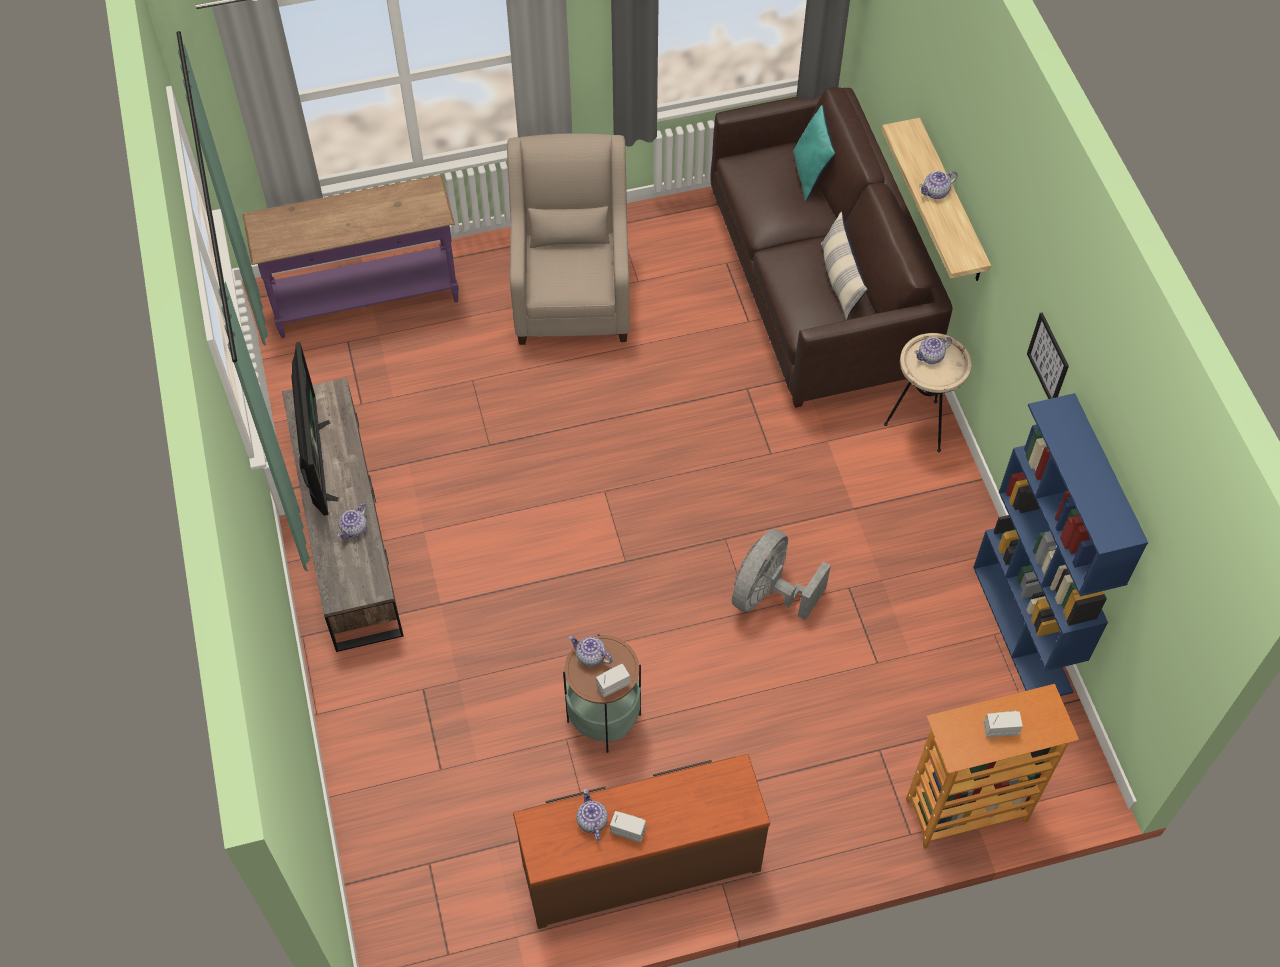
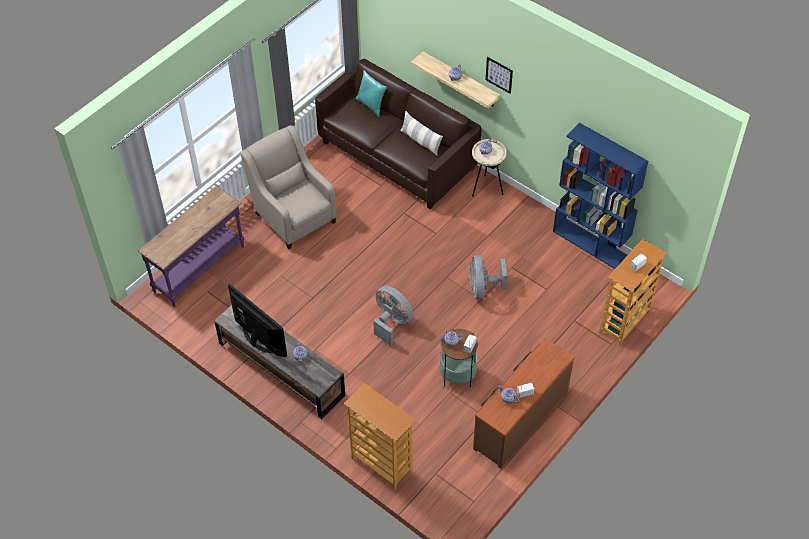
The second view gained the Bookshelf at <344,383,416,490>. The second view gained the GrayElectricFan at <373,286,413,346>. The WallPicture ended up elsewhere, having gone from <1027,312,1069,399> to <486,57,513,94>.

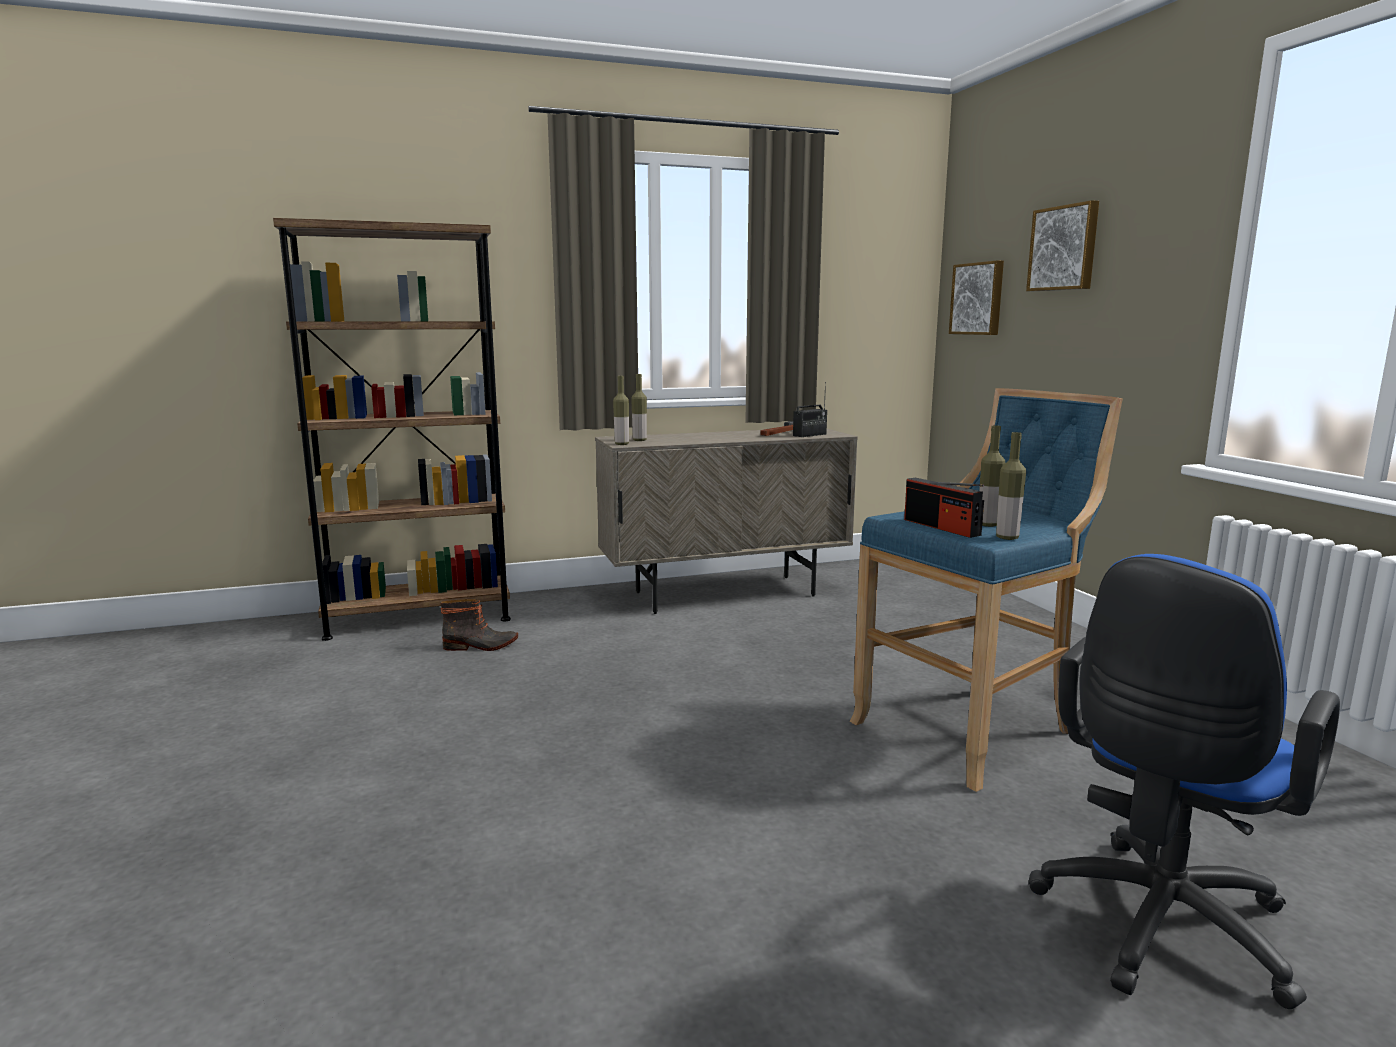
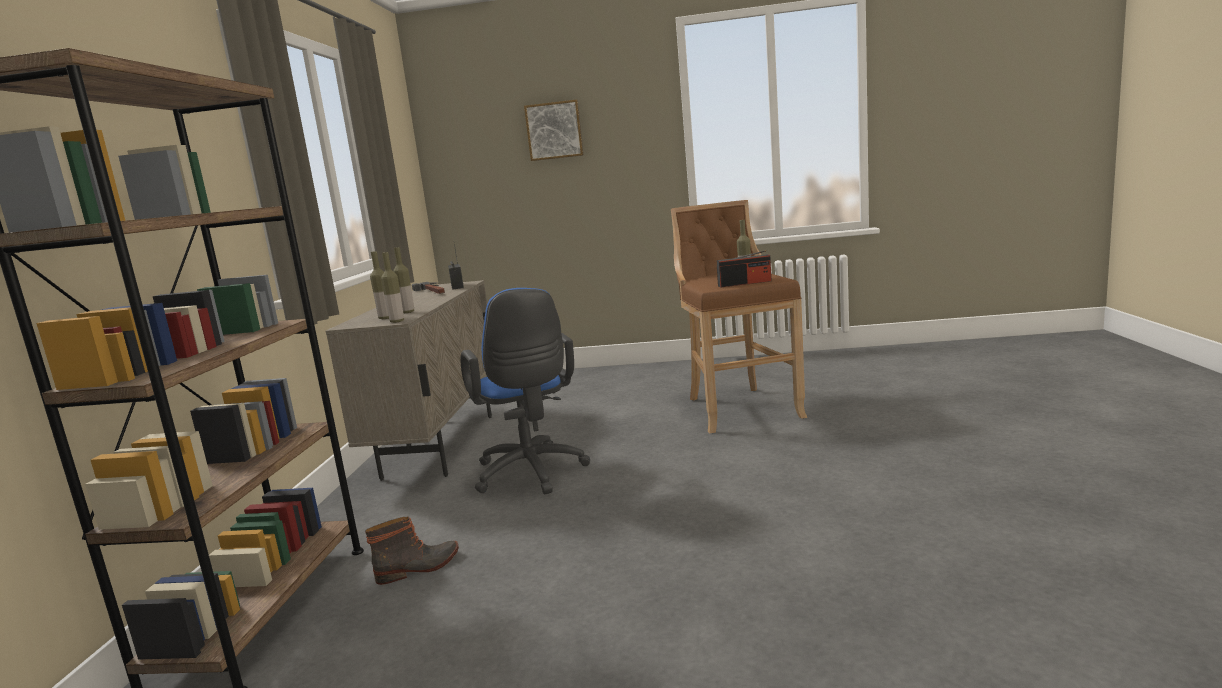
The HighTopBoot at <441,599,518,651> ended up facing another way, 45 degrees clockwise from before. The BeverageBottle ended up elsewhere, having gone from <996,432,1026,540> to <393,247,414,313>. The BlueColouredOfficeChair ended up elsewhere, having gone from <1028,554,1340,1009> to <460,288,590,494>. What was the BlueColouredStool at <850,388,1123,792> turned into the BrownStool at <671,200,807,434>. The second view lost the WallPicture at <949,260,1004,335>.

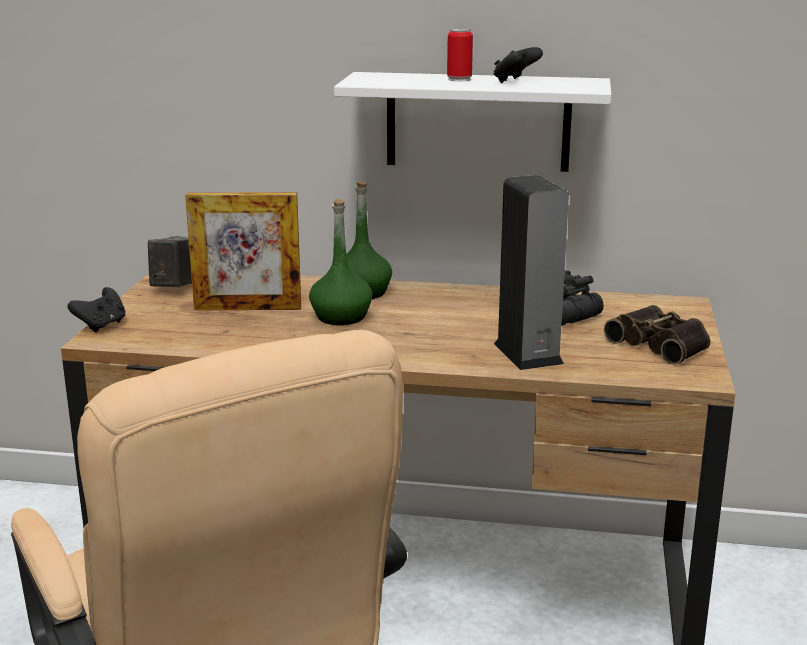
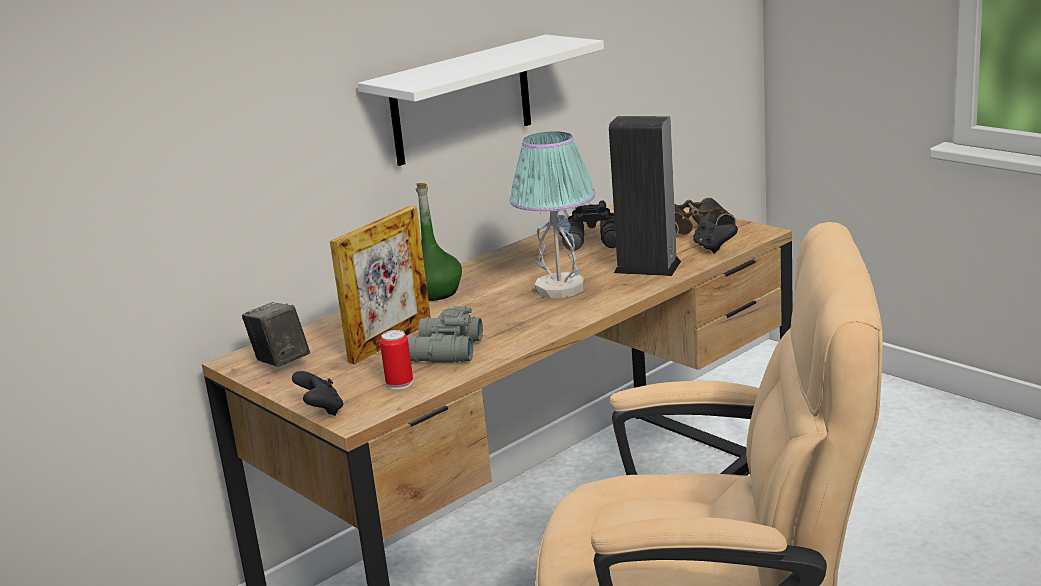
The Can ended up elsewhere, having gone from <447,28,473,81> to <380,330,413,390>. The second view gained the GrayPairOfBinoculars at <408,306,483,362>. The second view gained the TableLamp at <509,131,595,298>. The BlackColouredGameController ended up elsewhere, having gone from <494,47,543,83> to <693,214,738,254>. The second view lost the GreenColouredBeverageBottle at <309,199,372,325>.

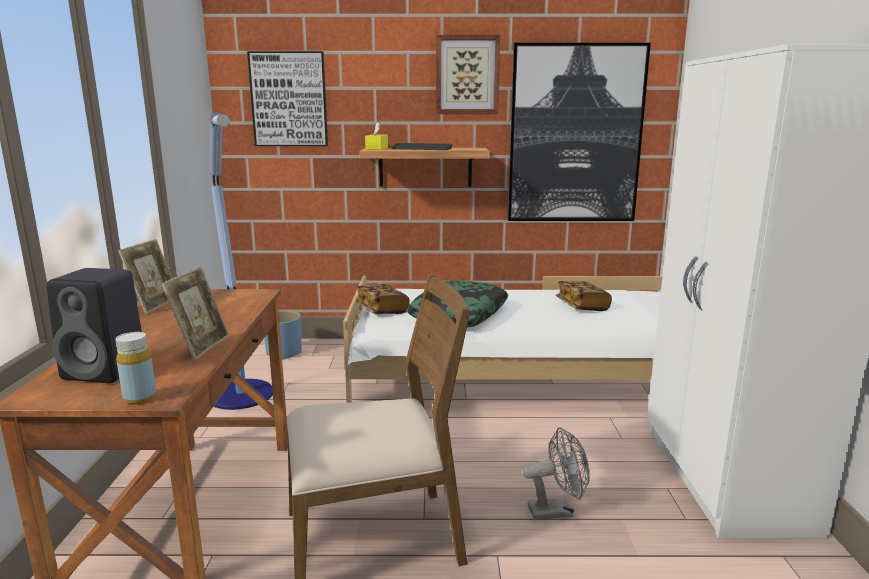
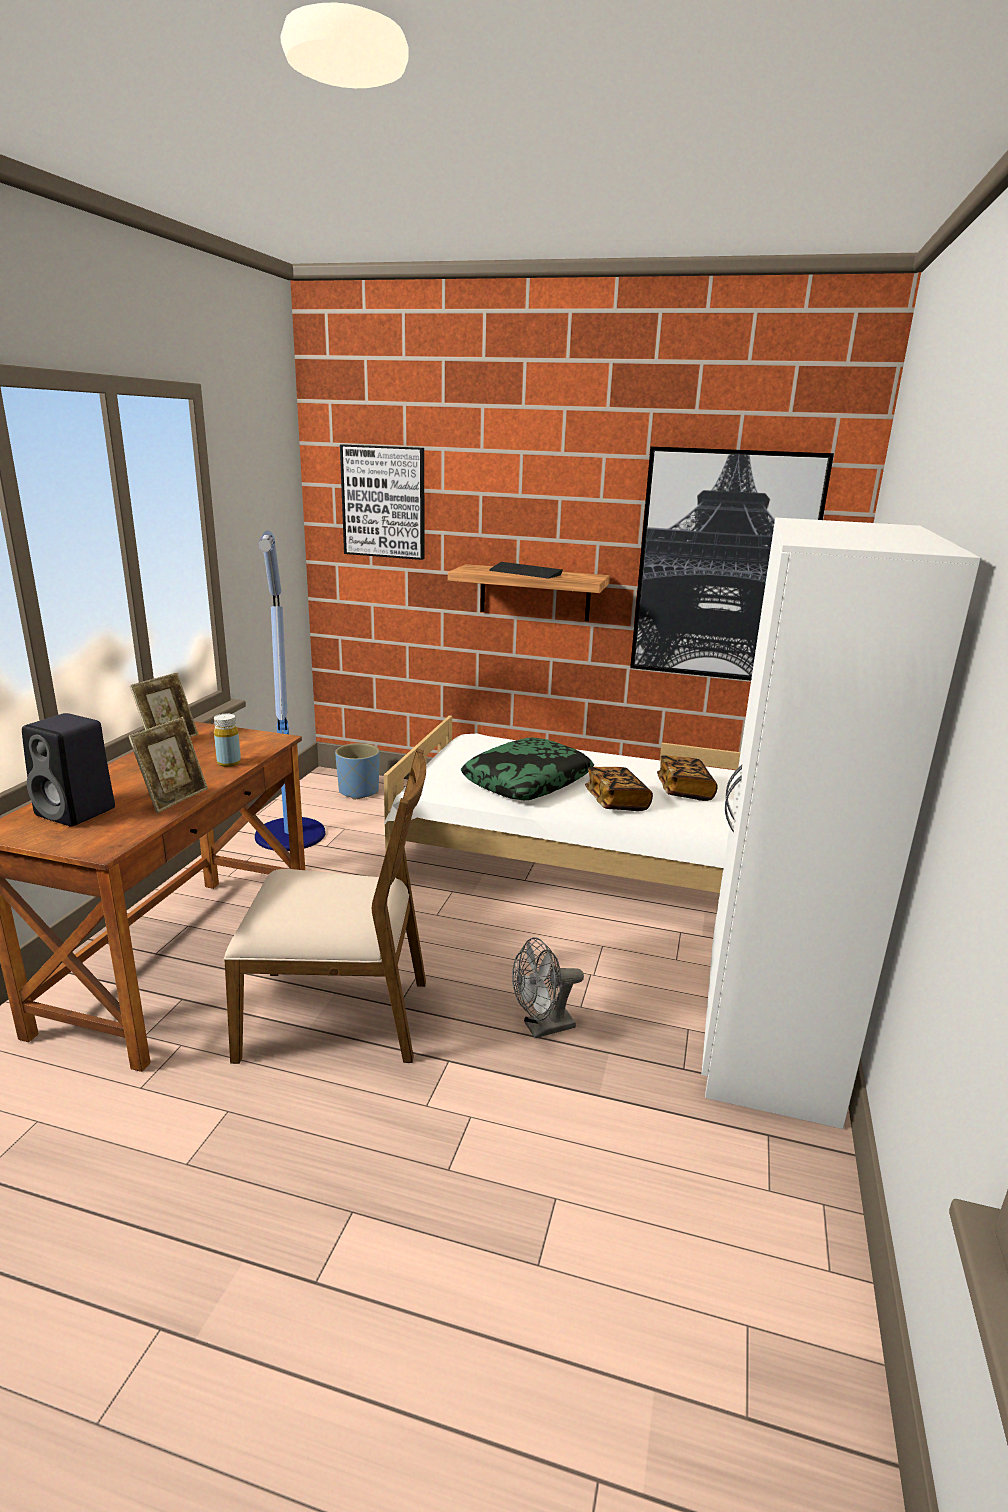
The YellowBeverageBottle ended up elsewhere, having gone from <115,332,156,404> to <214,714,241,767>. The GrayElectricFan at <523,427,590,520> ended up facing another way, 150 degrees clockwise from before. The Book ended up elsewhere, having gone from <356,284,410,314> to <585,767,653,811>. The second view lost the YellowBoxOfTissues at <365,122,388,150>. The second view lost the WallPicture at <436,35,500,114>.

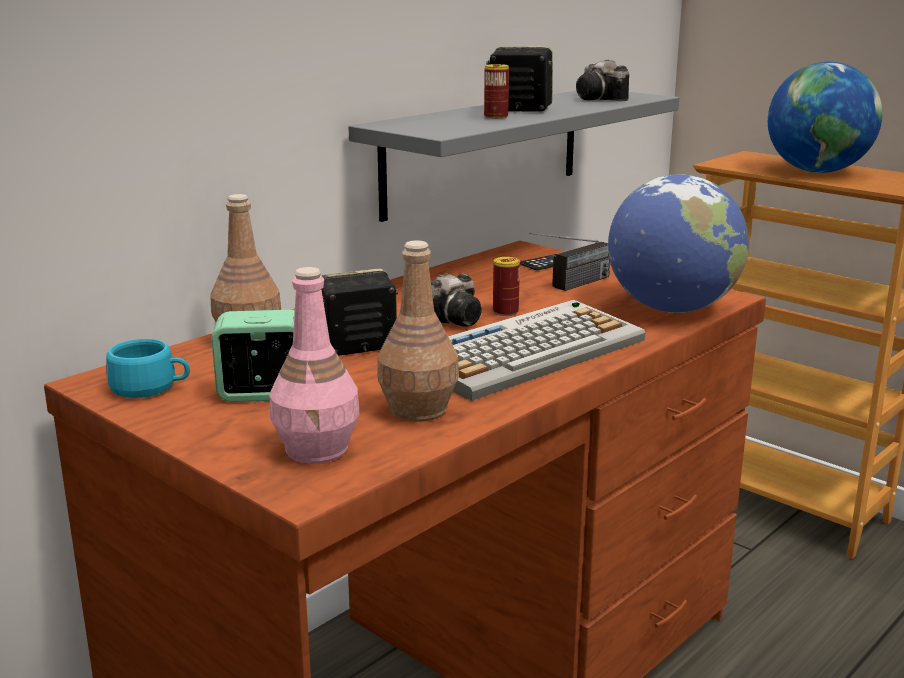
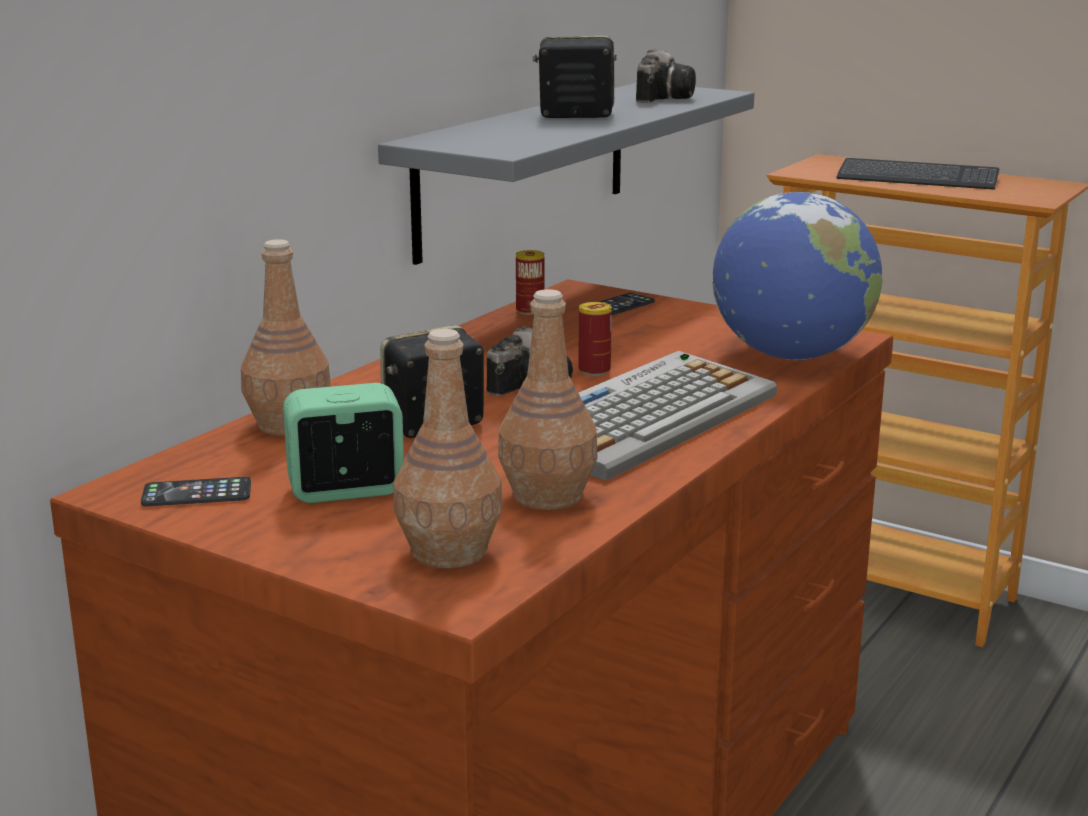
Where the BlueGreenCup stood at <106,339,190,398>, the Telephone came to stand at <141,477,251,506>. What was the PinkColouredBeverageBottle at <270,267,359,464> turned into the BrownBeverageBottle at <393,329,503,569>. The Can ended up elsewhere, having gone from <484,64,509,119> to <516,250,545,315>. The PhotoCamera at <576,60,629,101> ended up facing another way, 120 degrees counterclockwise from before. Where the WorldGlobe stood at <768,62,883,173>, the Keyboard came to stand at <837,158,999,190>. The second view lost the RadioReceiver at <529,233,610,291>.

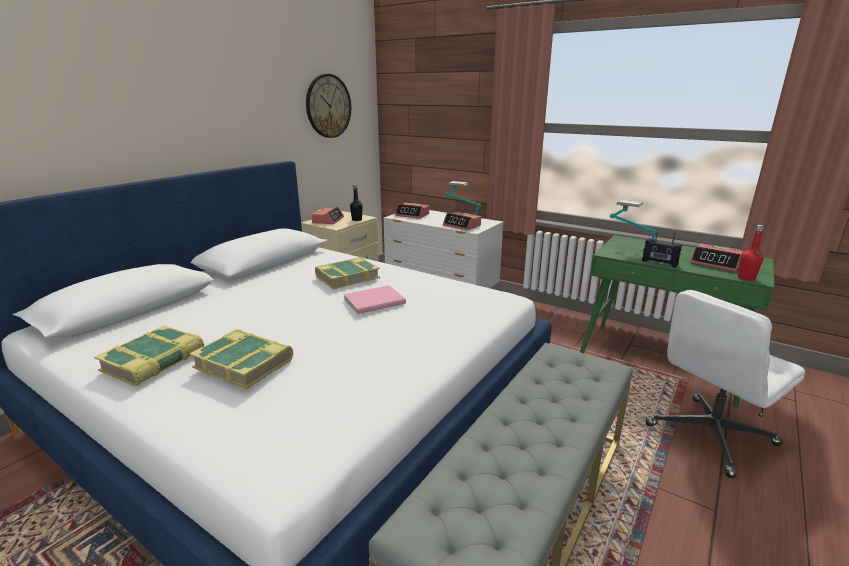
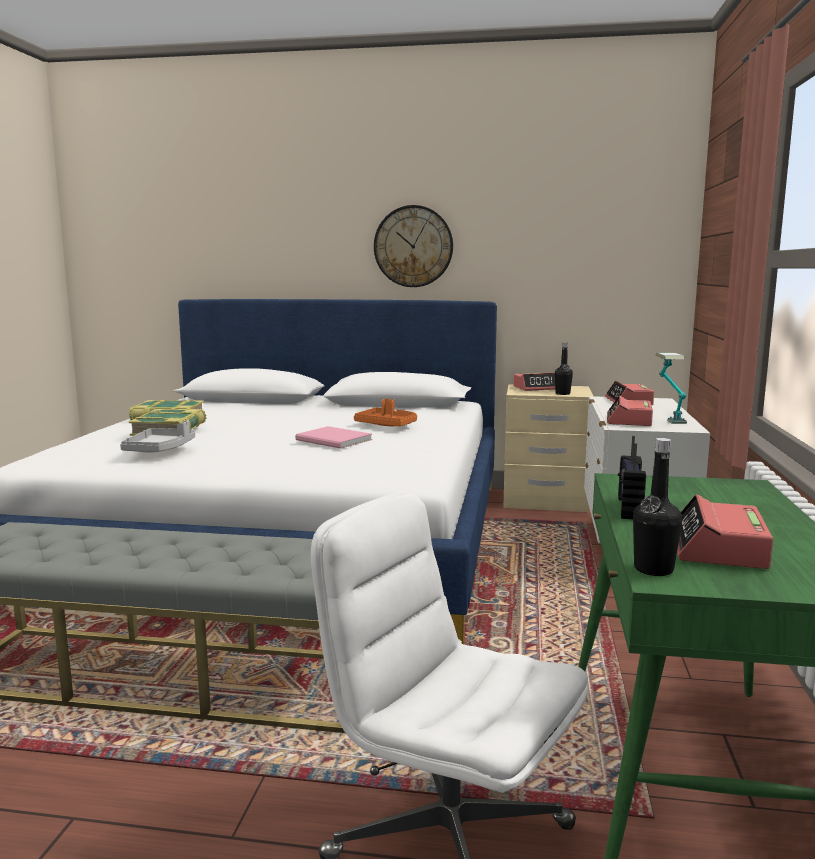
The second view gained the GrayServingTray at <120,420,195,453>. Where the Book stood at <315,257,380,289>, the OrangeServingTray came to stand at <354,399,417,426>. The ClockOnTheWall ended up elsewhere, having gone from <306,74,351,138> to <374,205,453,287>. What was the RedColouredBeverageBottle at <738,225,764,281> turned into the BlackColouredBeverageBottle at <633,438,682,576>. The second view lost the TableLamp at <610,200,660,252>.

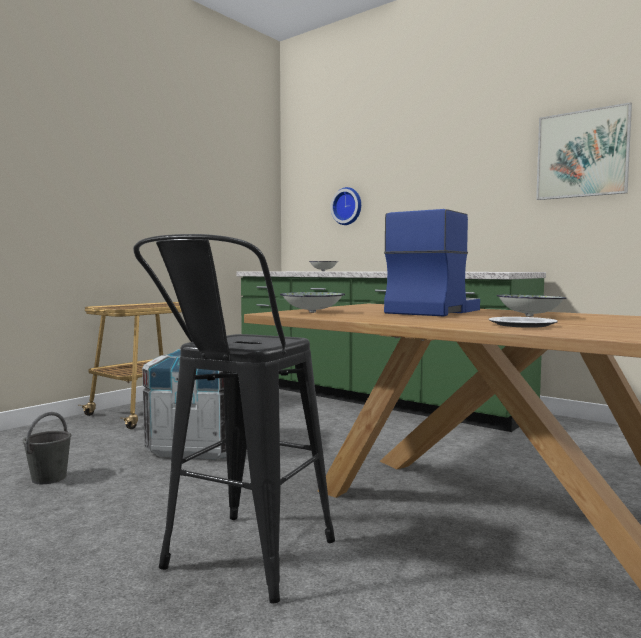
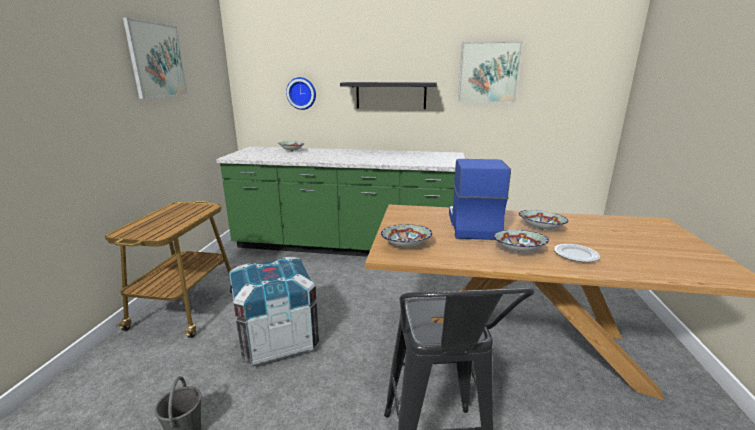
The second view gained the WallPicture at <123,17,188,99>. The second view gained the BlackColouredBracketShelf at <340,82,437,109>. The second view gained the Bowl at <493,230,549,252>.

